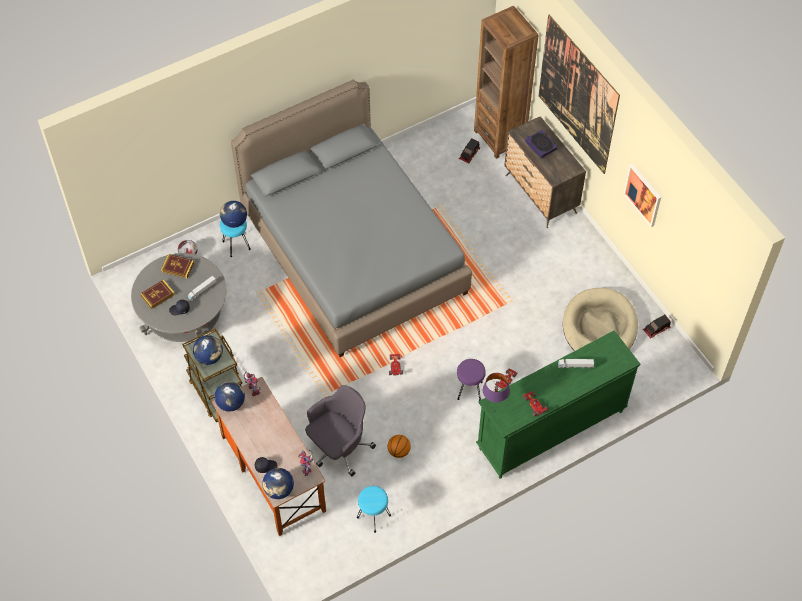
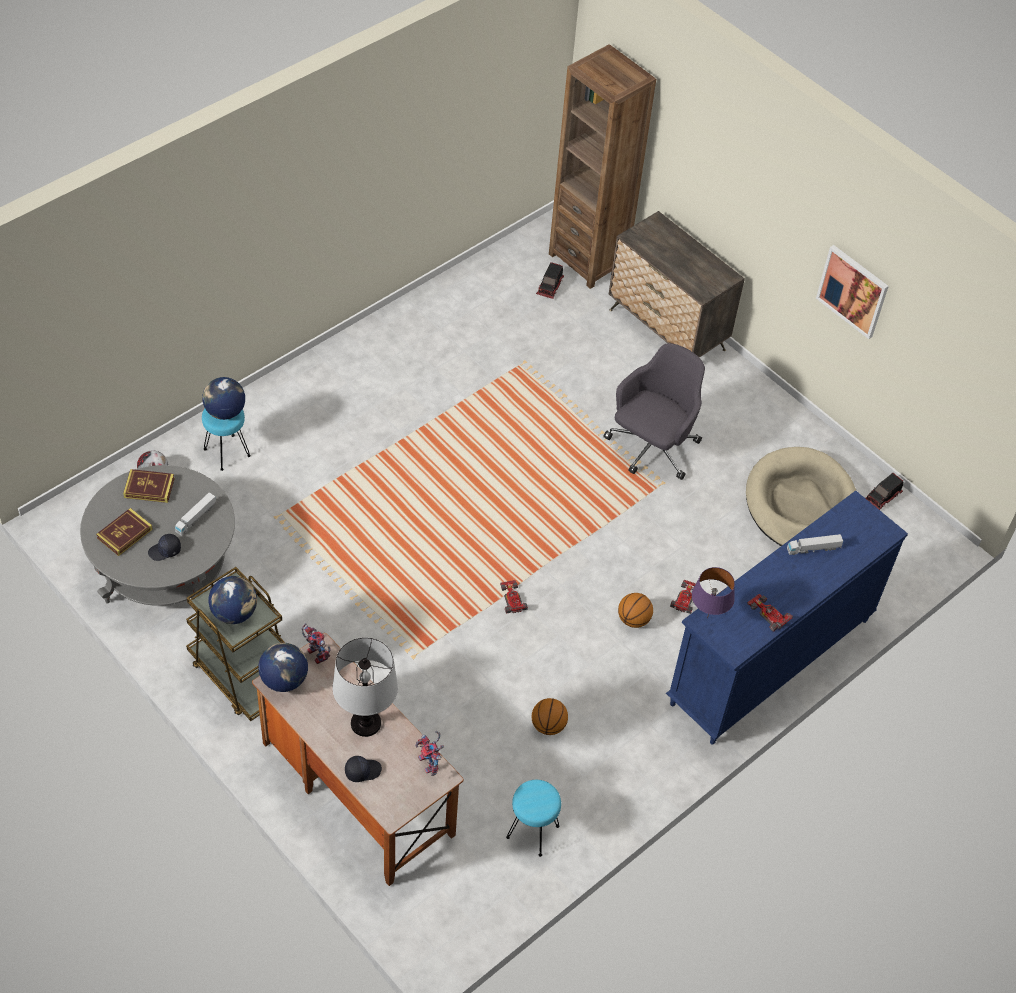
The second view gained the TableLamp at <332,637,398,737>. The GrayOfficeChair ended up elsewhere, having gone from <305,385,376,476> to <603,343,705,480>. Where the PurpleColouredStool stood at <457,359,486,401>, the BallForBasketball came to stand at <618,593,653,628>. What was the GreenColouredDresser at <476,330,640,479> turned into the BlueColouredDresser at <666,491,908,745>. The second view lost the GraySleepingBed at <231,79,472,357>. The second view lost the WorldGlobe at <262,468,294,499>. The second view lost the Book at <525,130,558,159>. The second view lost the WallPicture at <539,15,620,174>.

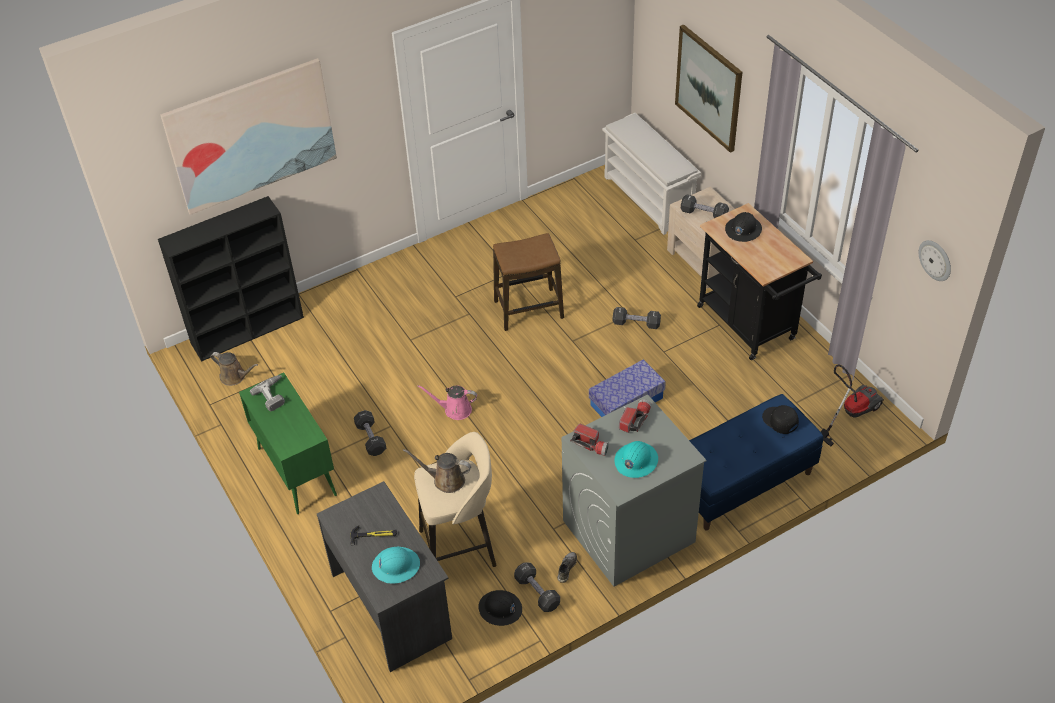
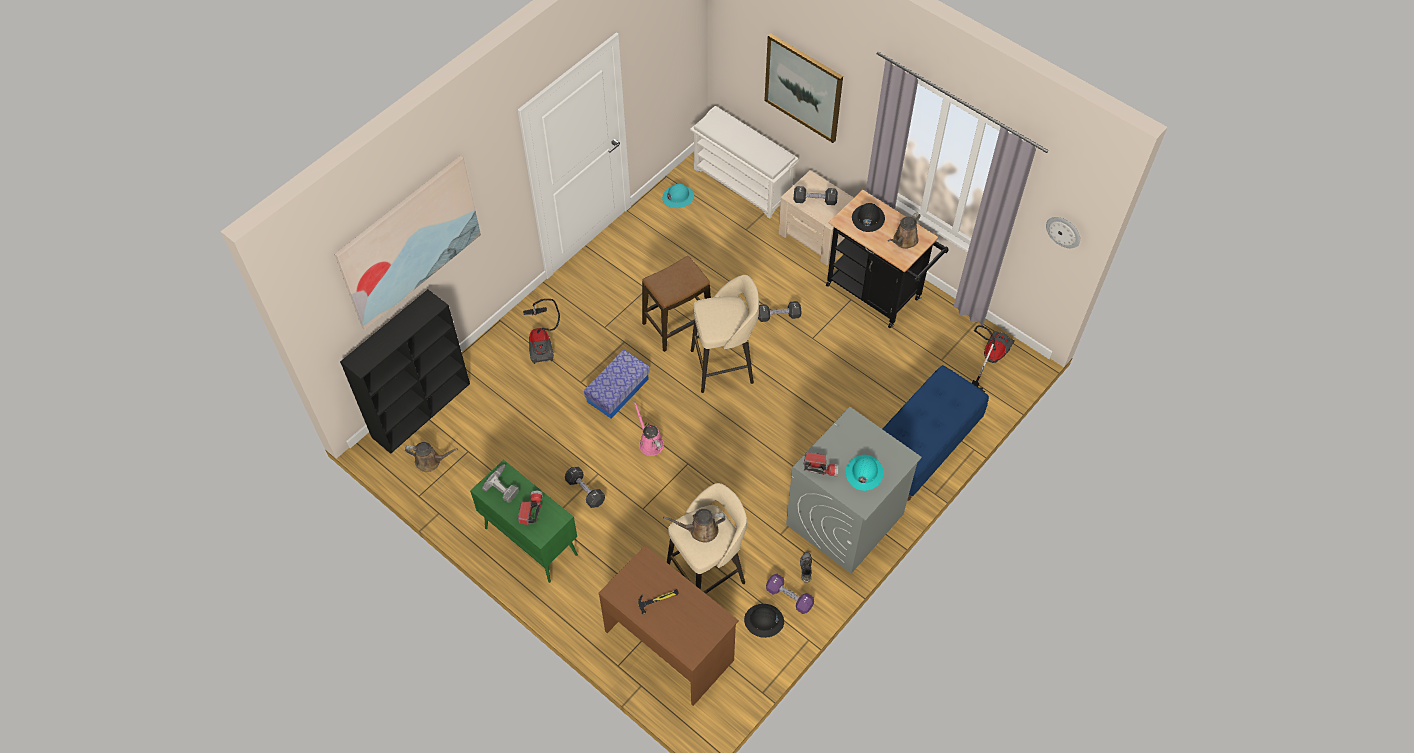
The Flashlight ended up elsewhere, having gone from <619,399,652,433> to <518,491,543,525>. The second view gained the Vacuum at <523,299,560,364>. The StorageBin ended up elsewhere, having gone from <589,360,666,417> to <584,350,650,418>. What was the GrayDeskUnit at <317,481,452,672> turned into the BrownDeskUnit at <598,546,739,706>. The PinkColouredWateringPot at <417,385,477,420> ended up facing another way, 75 degrees clockwise from before. The BlueGreenHardHat ended up elsewhere, having gone from <372,547,420,583> to <662,184,694,208>. The second view gained the SandColouredStool at <691,275,759,393>. What was the BlackColouredDumbbell at <514,562,560,612> turned into the PurpleColouredDumbbell at <766,574,814,614>. The second view gained the BrownWateringPot at <888,212,921,249>. The second view lost the BlackColouredPeakedCap at <762,405,799,434>.

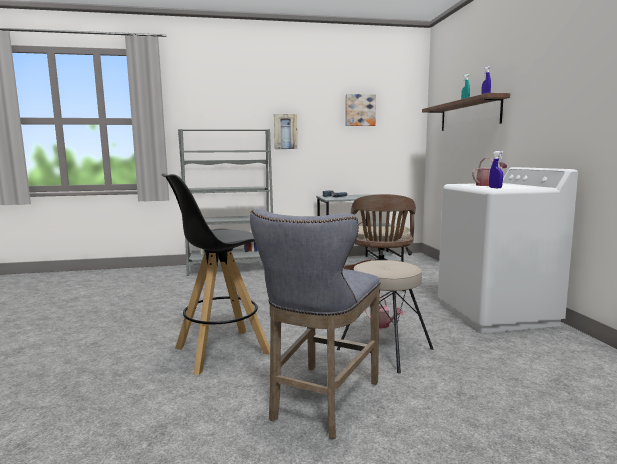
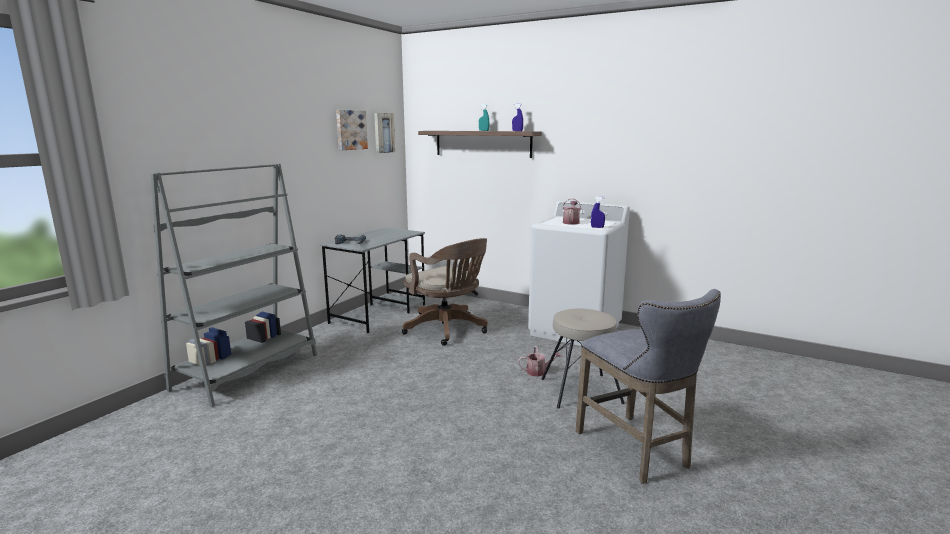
The WallPicture ended up elsewhere, having gone from <274,114,297,149> to <374,113,395,153>. The second view lost the BlackColouredStool at <162,173,270,375>.

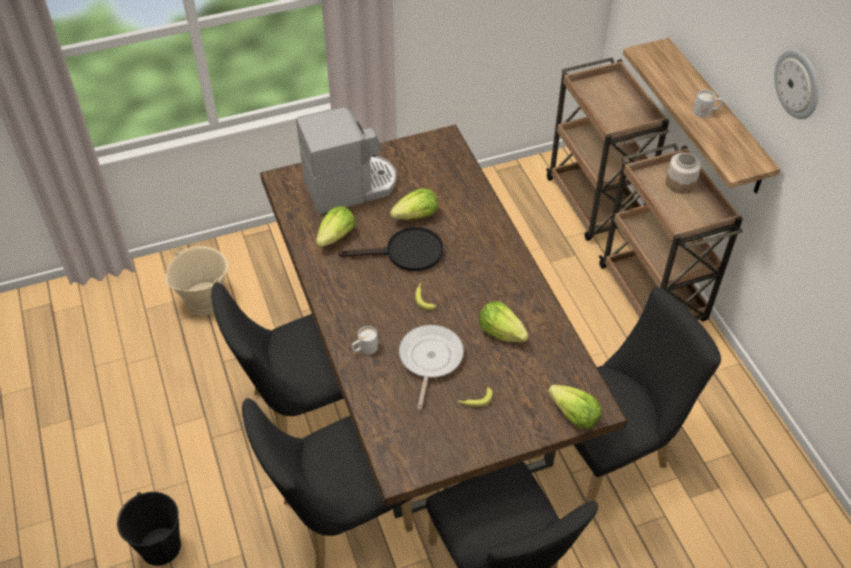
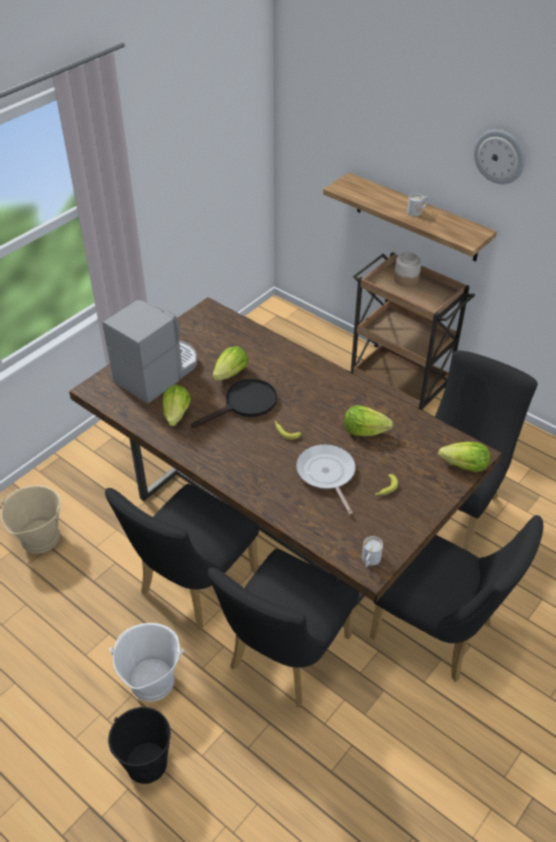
The second view gained the WhiteWaterBucket at <109,623,184,702>. The WhiteCoffeeMug ended up elsewhere, having gone from <352,326,378,355> to <362,536,383,567>. The second view lost the BrownCart at <546,57,669,241>.

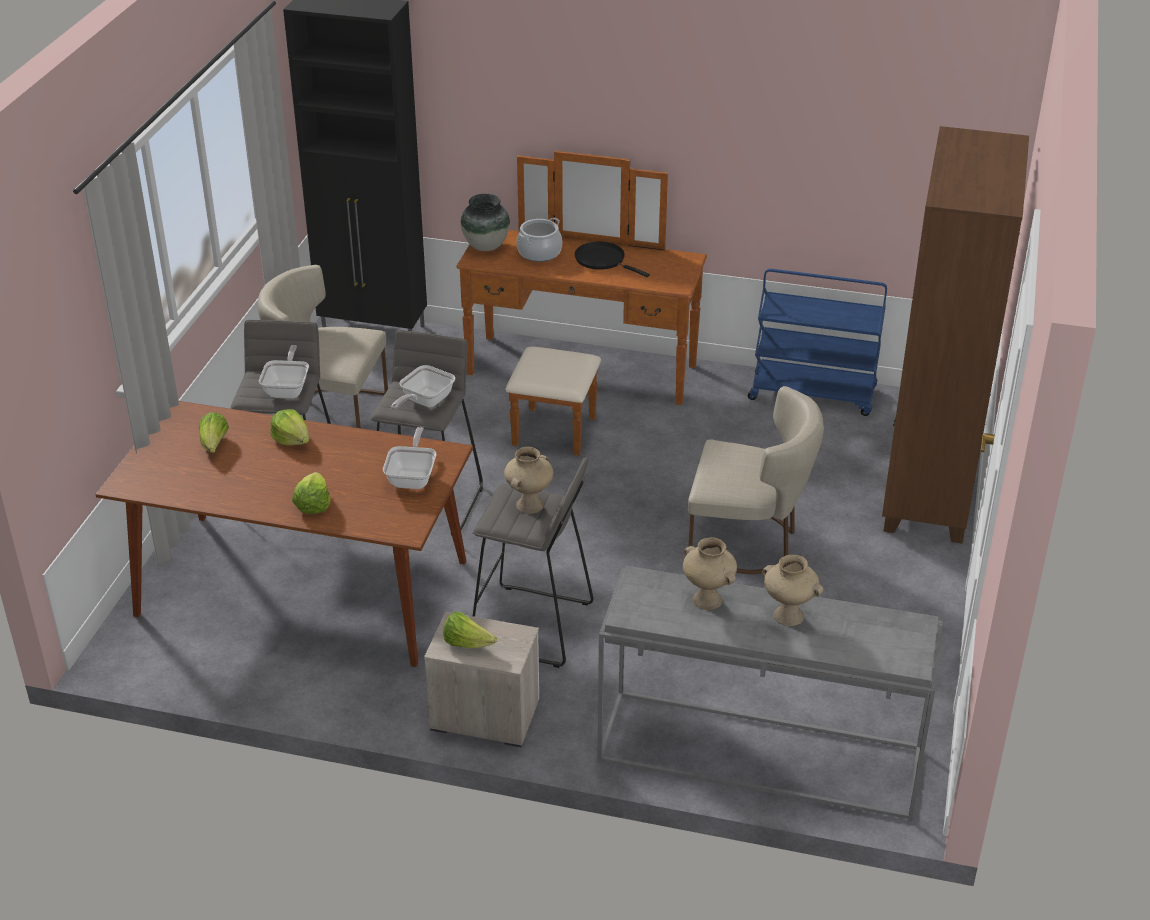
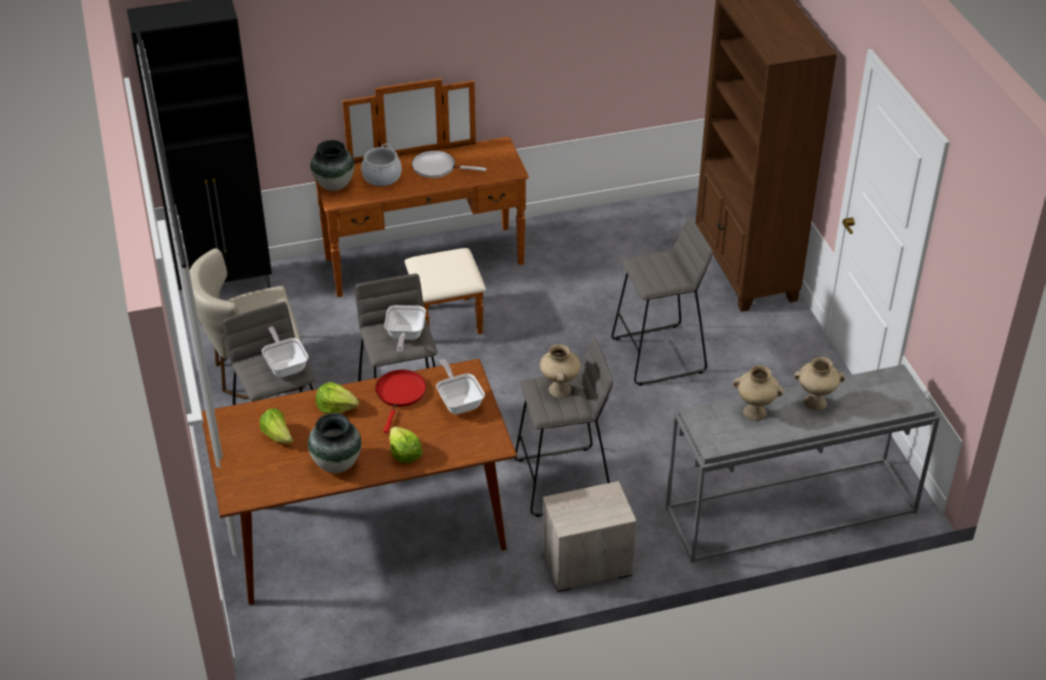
The second view gained the DecorativeVase at <308,413,362,473>. The second view gained the RedColouredFryingPan at <375,370,426,433>. What was the BlackColouredFryingPan at <575,242,650,277> turned into the WhiteFryingPan at <412,150,486,178>. Where the SandColouredPlainChair stood at <688,386,824,574>, the GrayStool came to stand at <611,216,713,386>. The second view lost the Lettuce at <444,612,497,648>. The second view lost the BlueColouredCart at <748,269,887,416>.

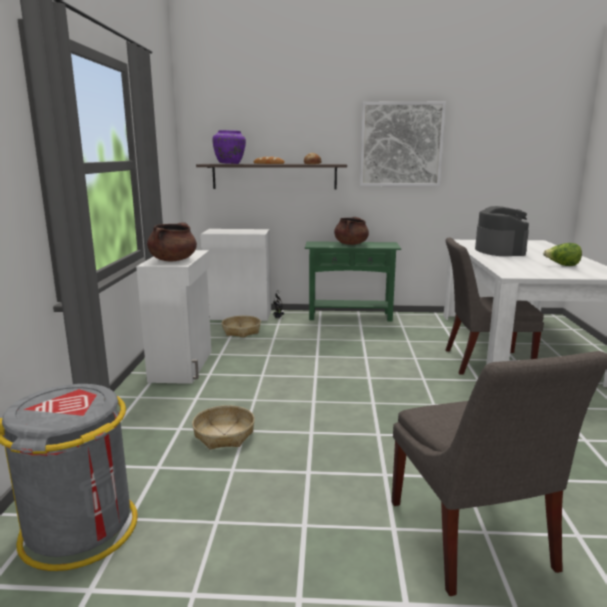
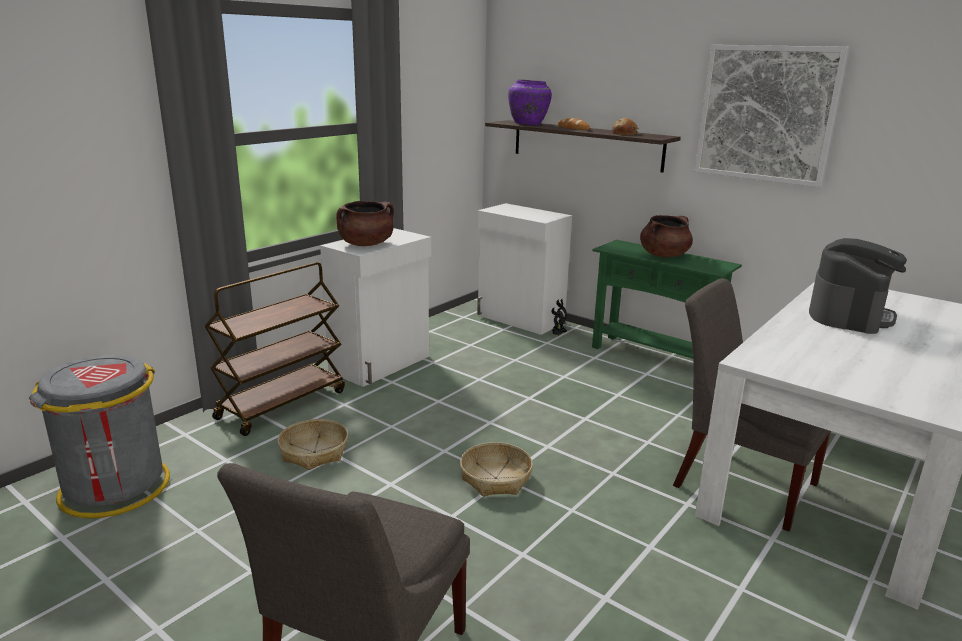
The second view gained the BrownCart at <204,262,345,436>. The Basket ended up elsewhere, having gone from <222,316,261,338> to <460,442,533,496>. The second view lost the Lettuce at <543,243,582,266>.

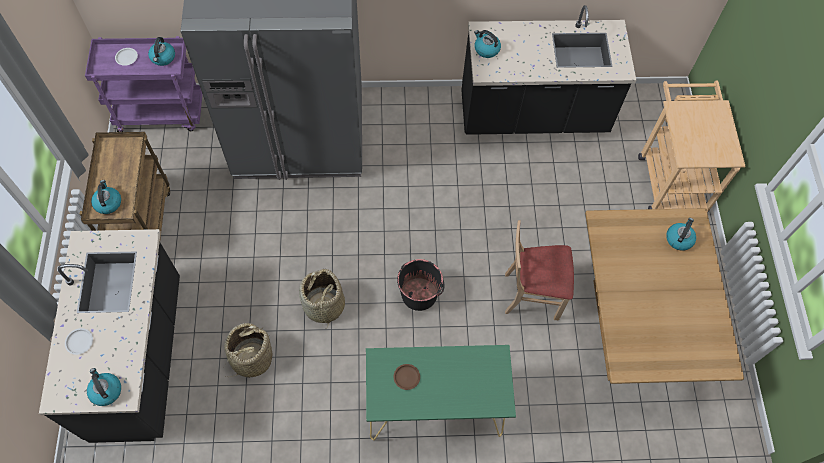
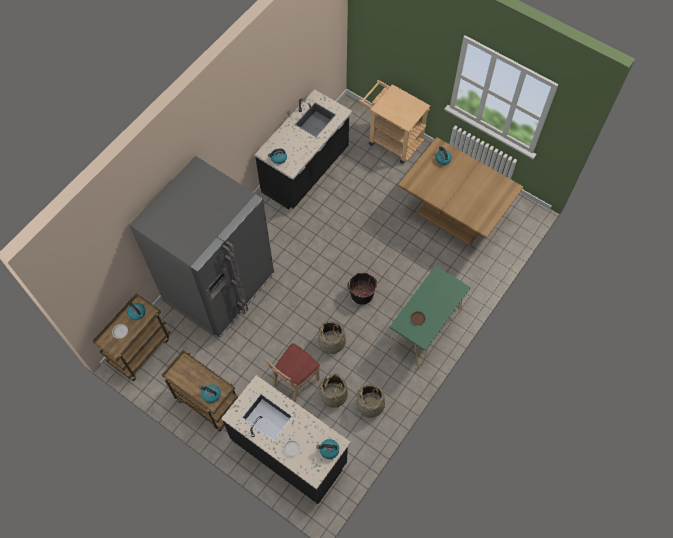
What was the PurpleColouredCart at <85,36,203,132> turned into the BrownCart at <92,294,170,381>. The SandColouredPlainChair ended up elsewhere, having gone from <505,220,574,320> to <266,343,320,402>. The second view gained the Basket at <355,384,388,418>.

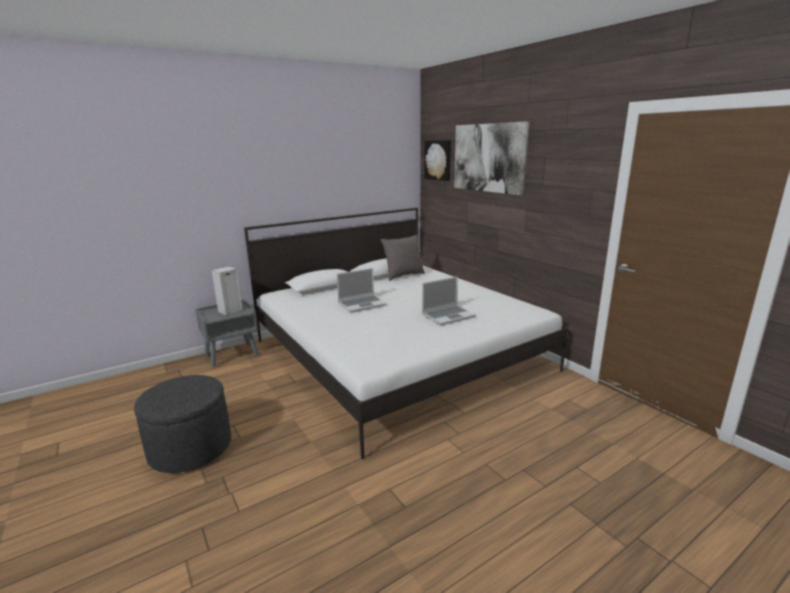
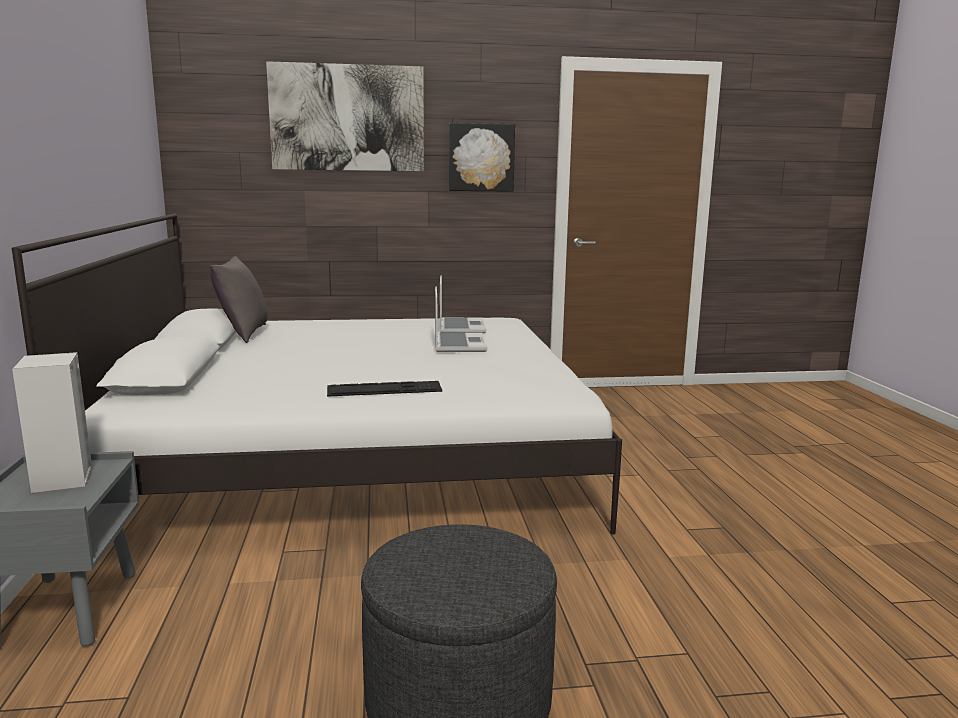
The second view gained the Keyboard at <327,381,443,397>. The PortableComputer ended up elsewhere, having gone from <337,268,387,313> to <440,276,486,334>. The WallPicture ended up elsewhere, having gone from <424,140,451,181> to <449,123,515,192>.

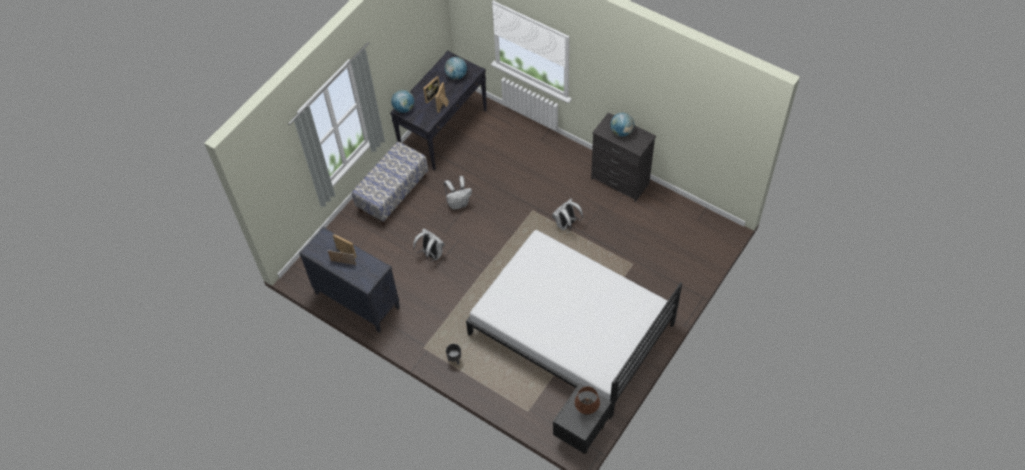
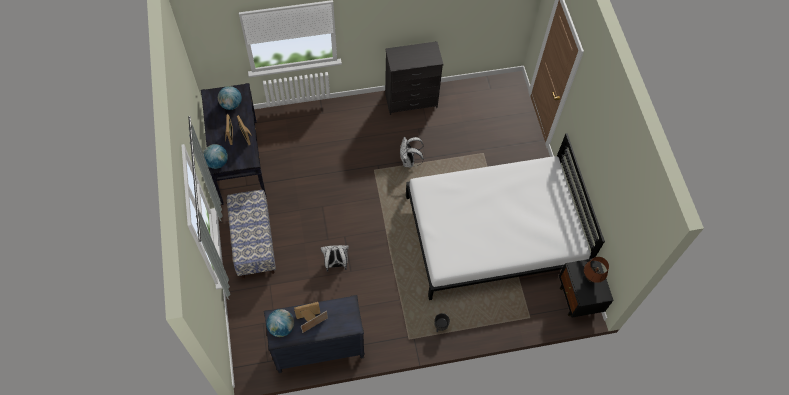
The WorldGlobe ended up elsewhere, having gone from <610,113,634,137> to <266,309,294,337>. The second view lost the WhiteRucksack at <444,176,472,210>.

